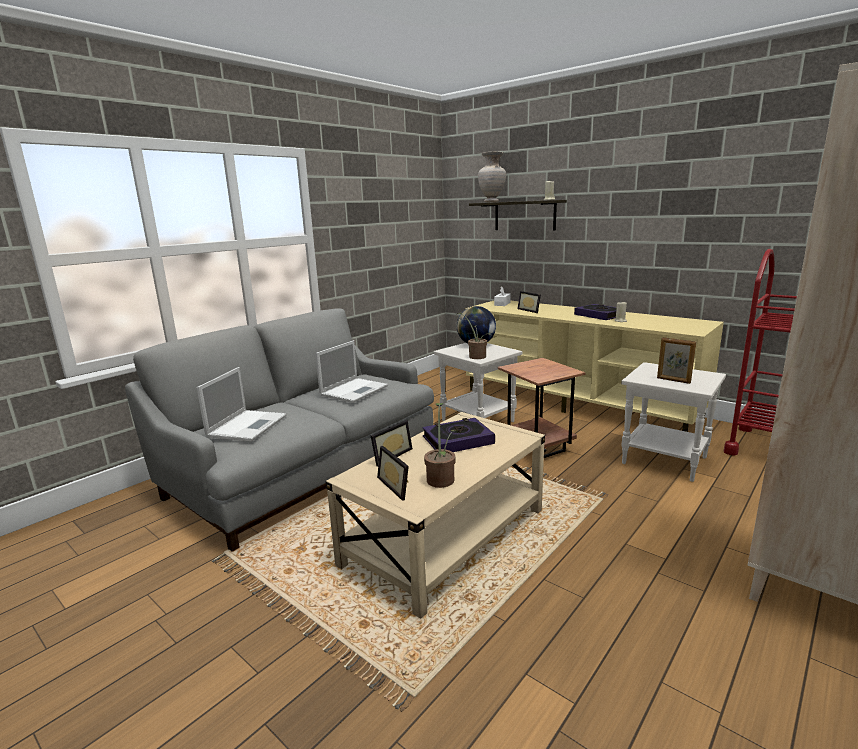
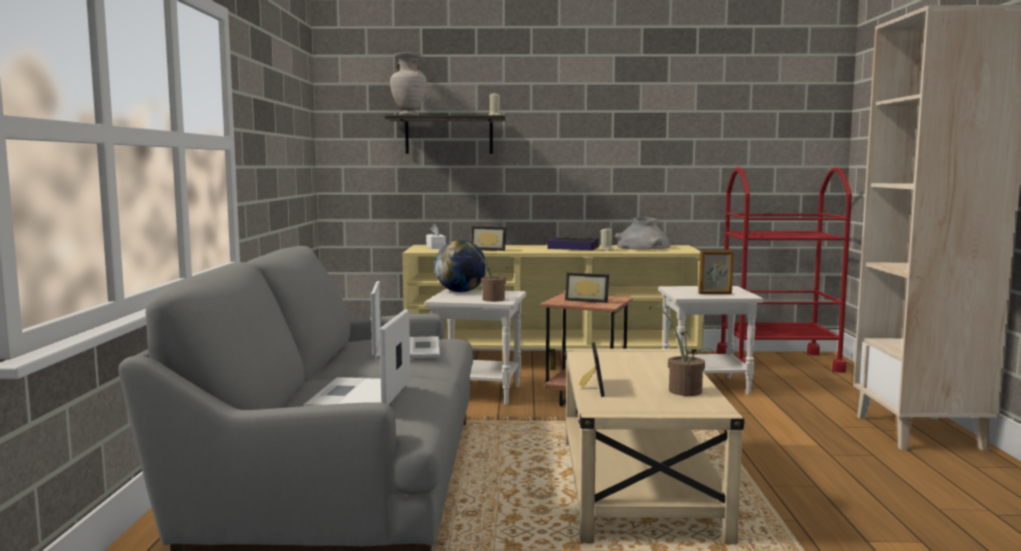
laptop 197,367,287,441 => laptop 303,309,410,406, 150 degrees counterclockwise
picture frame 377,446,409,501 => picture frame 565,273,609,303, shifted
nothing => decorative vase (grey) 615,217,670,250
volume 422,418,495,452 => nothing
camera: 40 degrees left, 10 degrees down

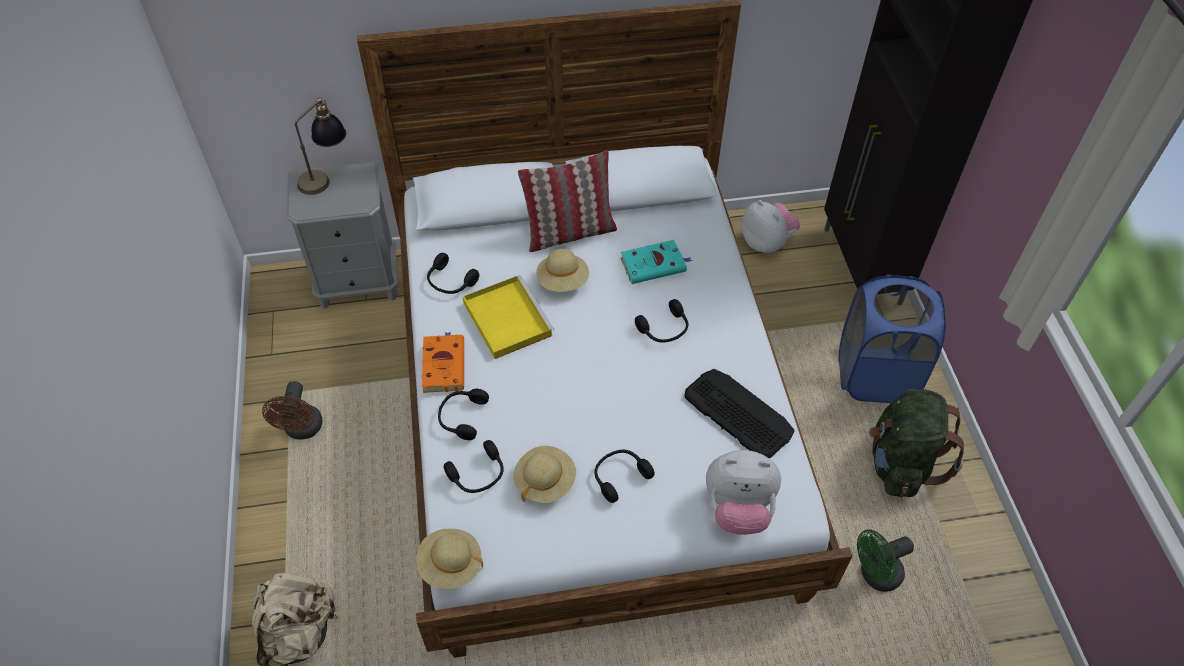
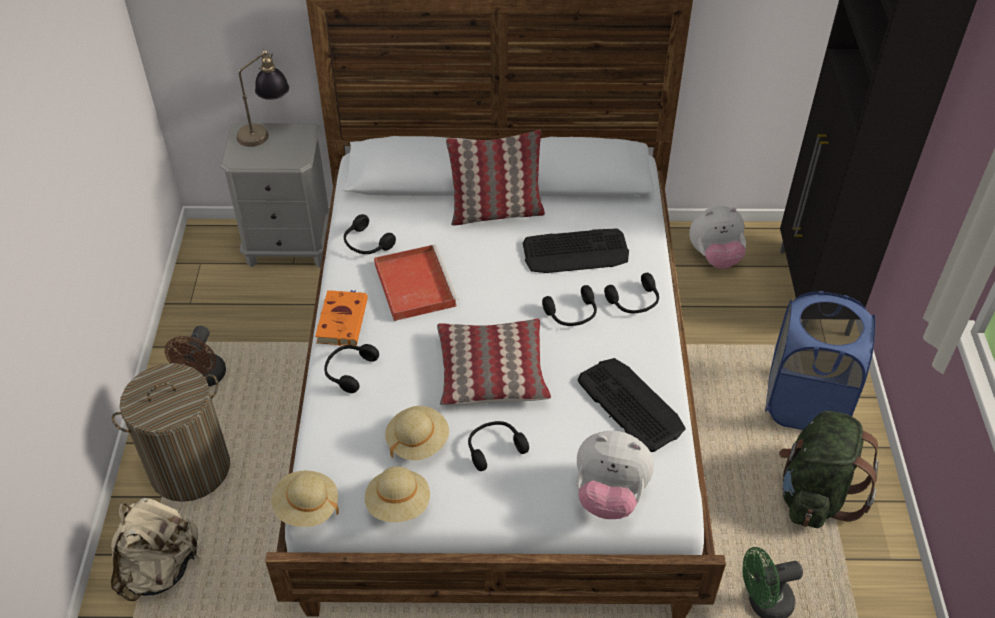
nothing => washing basket 112,363,230,502
clothing hat (sand-coloured) 536,249,589,292 => clothing hat (sand-coloured) 365,466,430,522, shifted
serving tray (yellow) 463,275,554,359 => serving tray (red-coloured) 374,244,459,321
nothing => throw pillow 437,318,551,405
volume (turquoise-coloured) 621,240,692,284 => PC keyboard 523,228,629,273
headphones (black) 444,440,504,493 => headphones (black) 604,273,659,313, shifted
soft toy 741,200,800,253 => soft toy 689,206,746,269, 105 degrees clockwise
camera: 10 degrees right, 5 degrees down

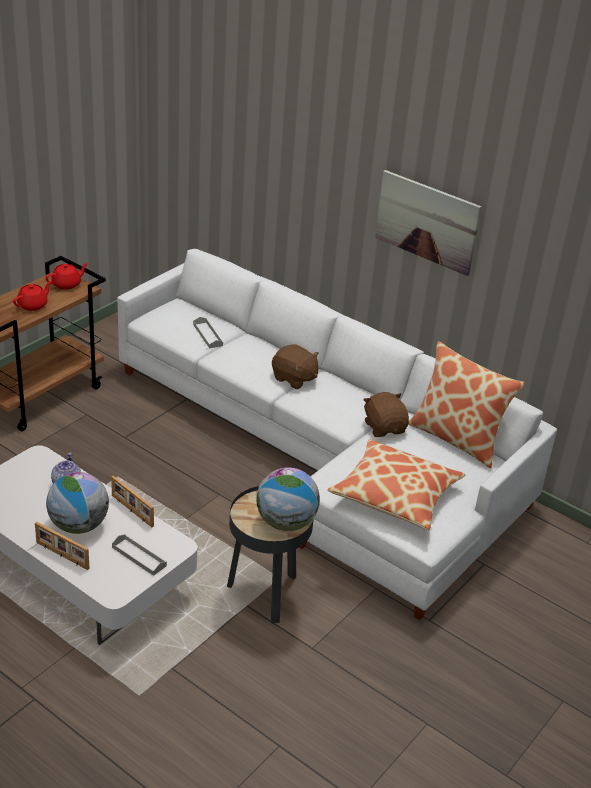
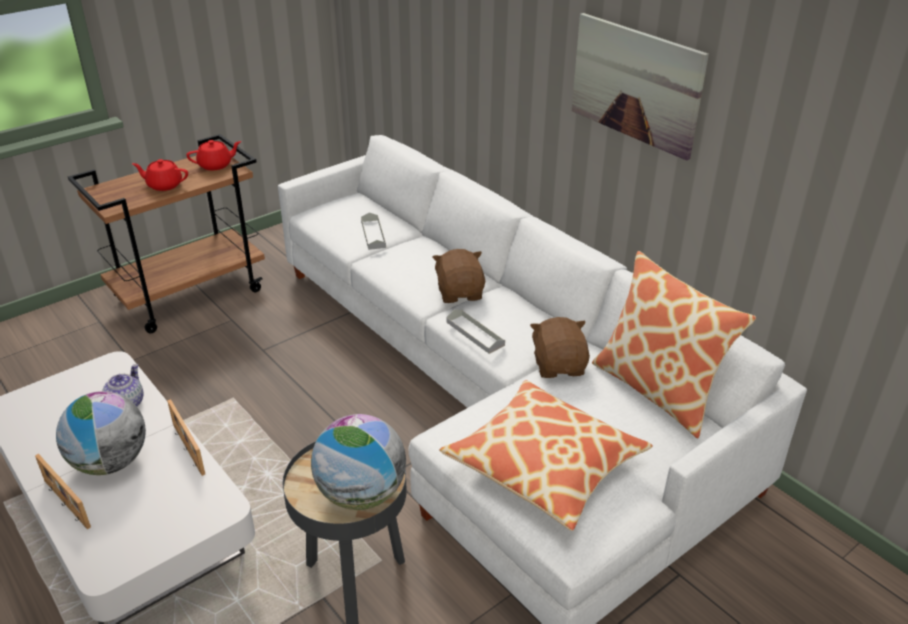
teapot (red-coloured) 13,281,52,311 => teapot (red-coloured) 132,159,188,191, 135 degrees counterclockwise
soft toy (brownish) 272,344,319,389 => soft toy (brownish) 432,249,485,303, 150 degrees counterclockwise
serving tray (grey) 112,534,167,576 => serving tray (grey) 446,309,505,354, shifted
camera: 15 degrees right, 0 degrees up

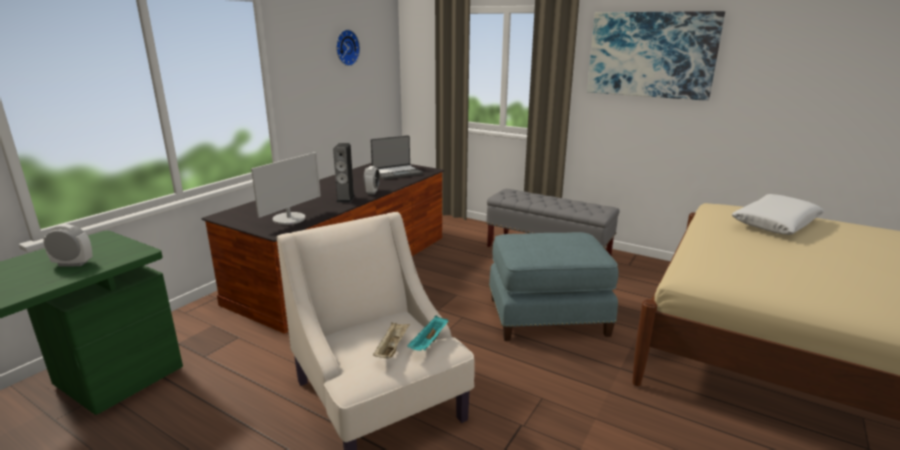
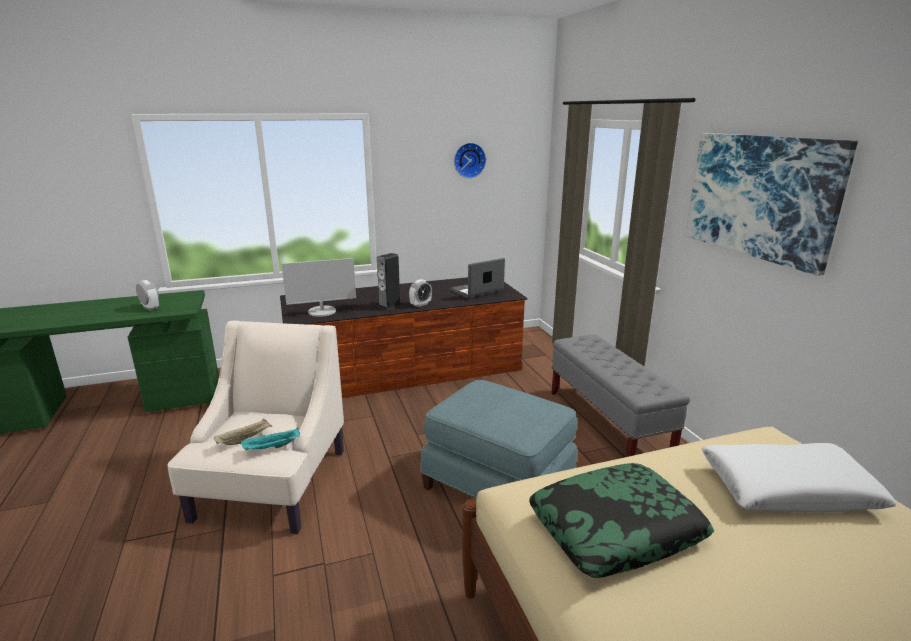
laptop 370,135,423,180 => laptop 450,258,505,299, 135 degrees clockwise
nothing => throw pillow 529,463,714,578
camera: 40 degrees right, 0 degrees up

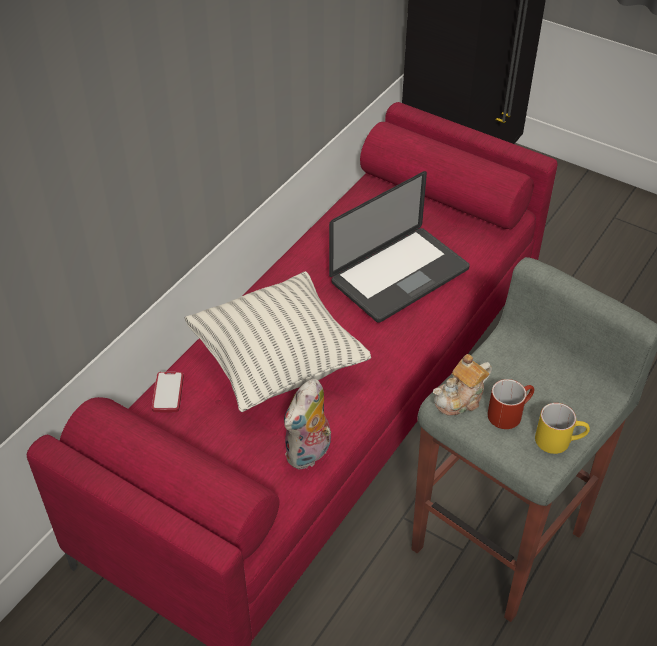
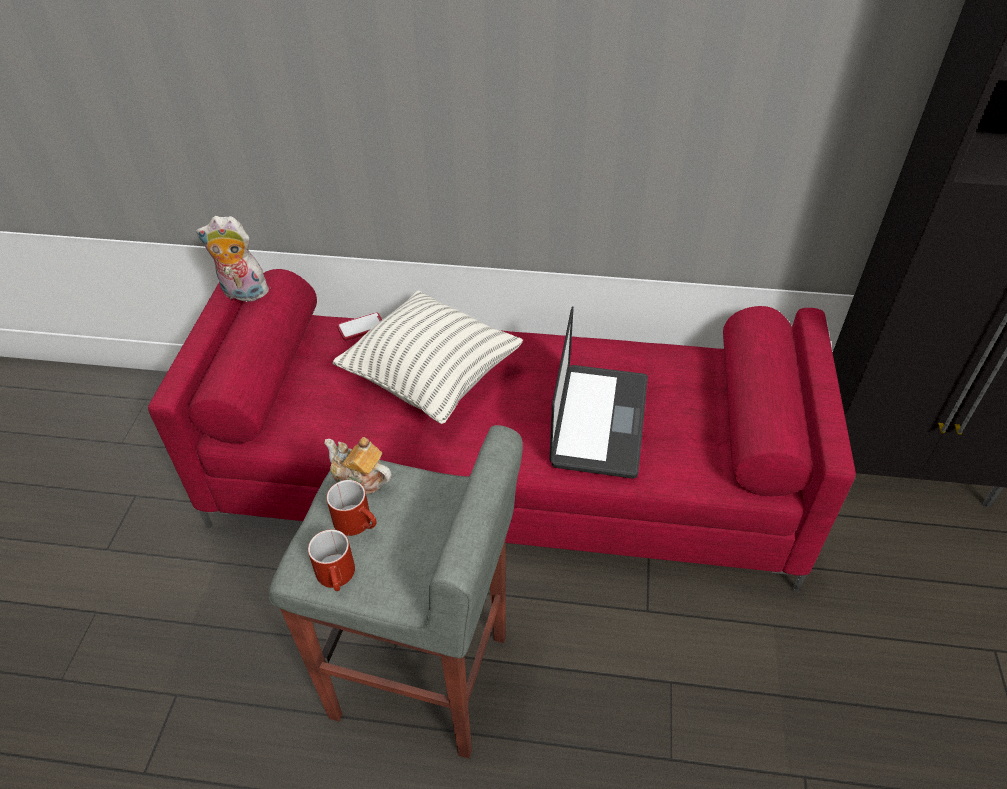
soft toy 284,379,331,470 => soft toy 196,216,269,302, shifted
coffee mug (yellow) 535,403,590,454 => coffee mug (red-coloured) 308,529,355,591
laptop 329,171,470,323 => laptop 549,306,648,479, 105 degrees counterclockwise
camera: 65 degrees right, 0 degrees up

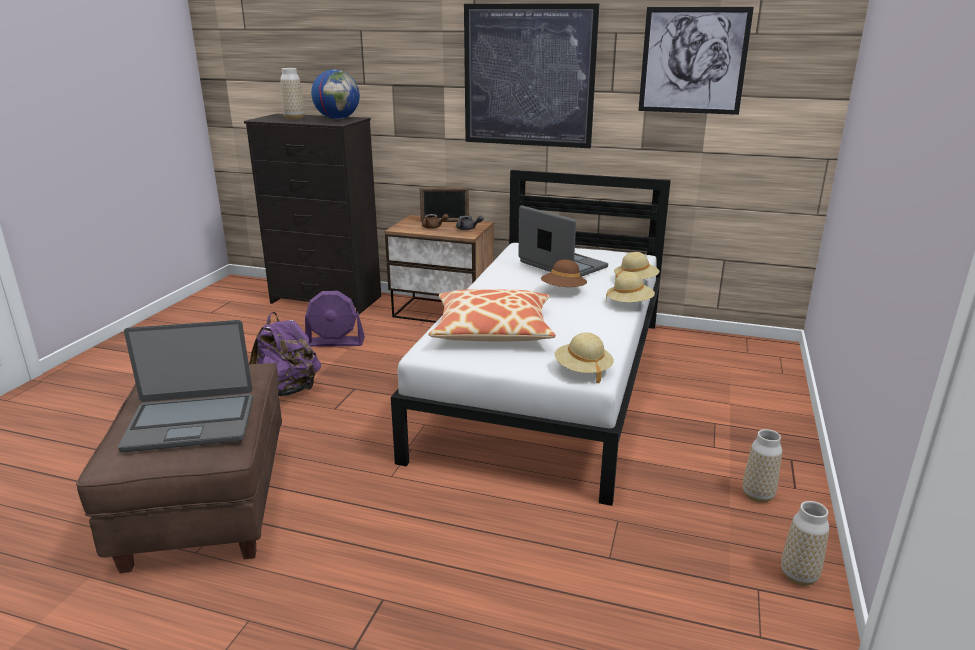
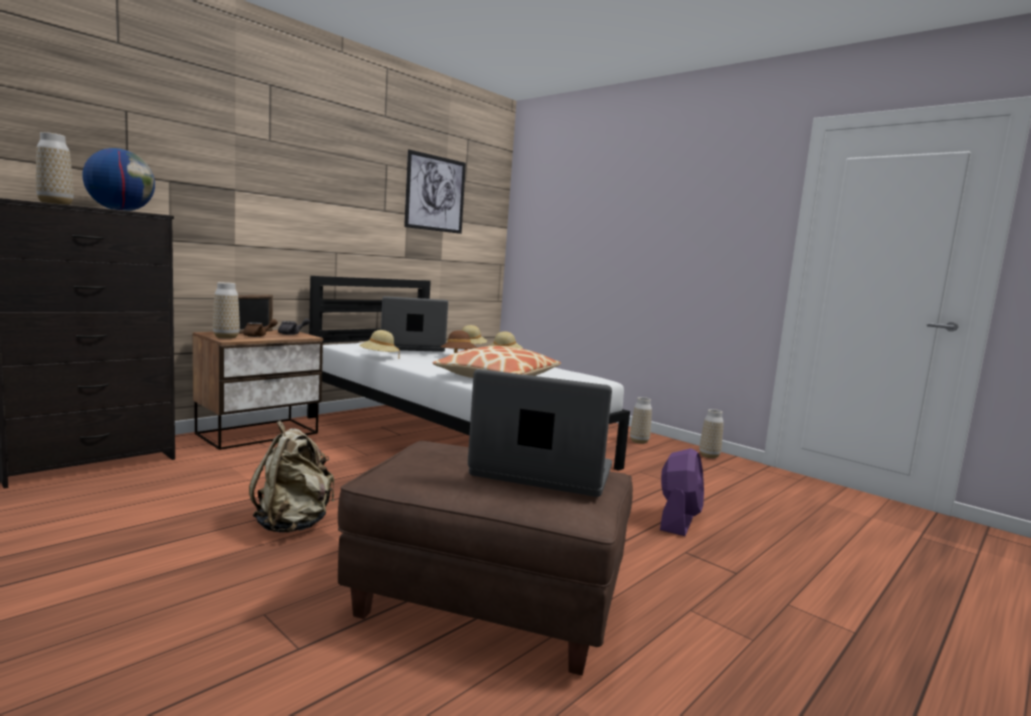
nothing => decorative vase 213,282,240,339
knapsack (purple-coloured) 249,312,321,396 => knapsack (sand-coloured) 249,421,334,533
clothing hat (sand-coloured) 555,332,614,383 => clothing hat (sand-coloured) 360,330,400,359, shifted
laptop 118,320,253,452 => laptop 468,369,612,497, 90 degrees counterclockwise
fan (purple-coloured) 305,291,365,347 => fan (purple-coloured) 660,448,704,536, shifted
picture 464,3,599,148 => nothing
camera: 65 degrees left, 15 degrees down

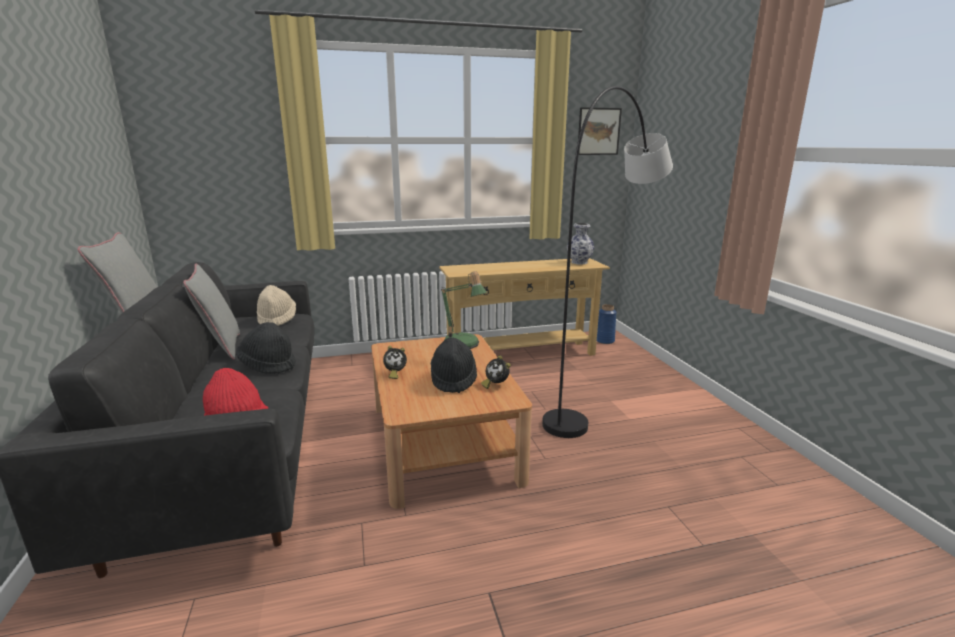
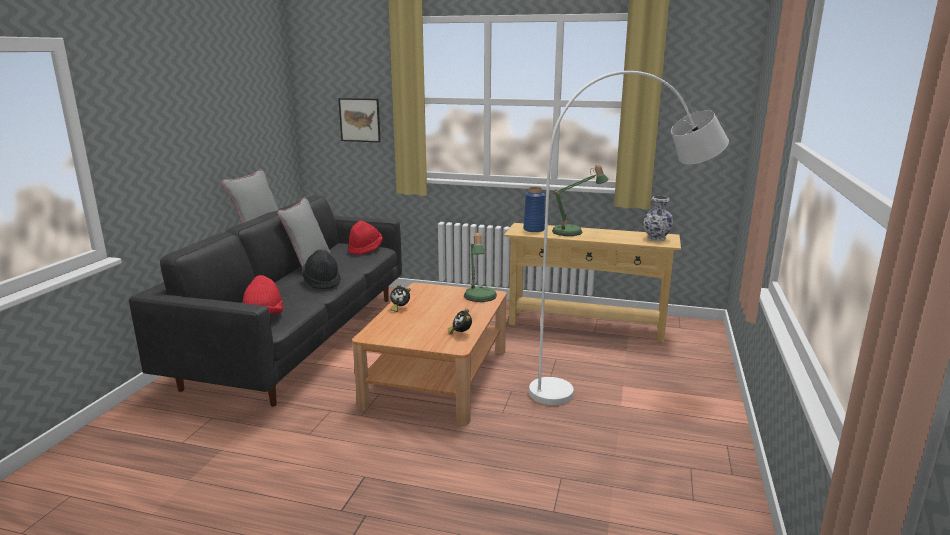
picture 578,107,622,155 => picture 338,98,381,143, shifted
clothing hat (sand-coloured) 257,285,296,326 => clothing hat (red-coloured) 348,221,383,255
decorative vase (blue) 597,304,616,344 => decorative vase (blue) 523,187,545,232, shifted
standing lamp (black) 542,86,673,438 => standing lamp (white) 529,71,729,405
nothing => lamp for a table 552,164,609,236
clothing hat (black) 431,337,477,393 => nothing
camera: 30 degrees right, 0 degrees up

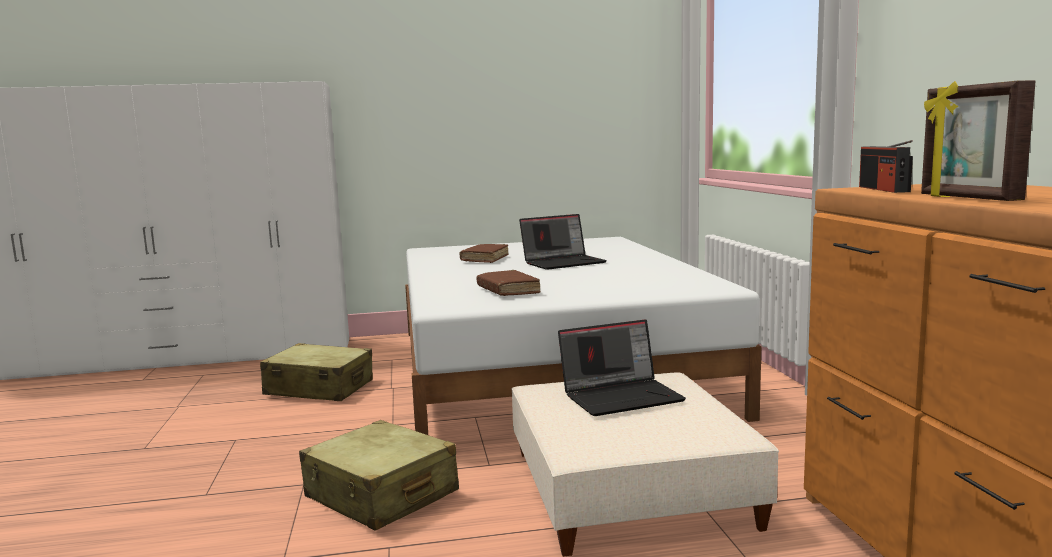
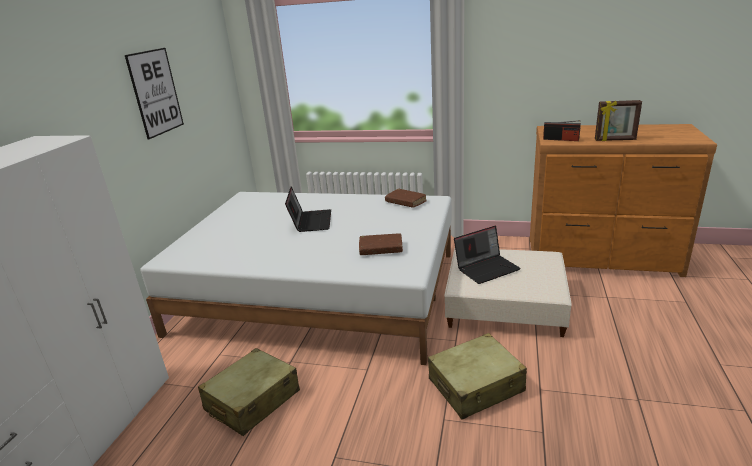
nothing => picture 125,48,184,139
volume (brownish) 459,244,508,263 => volume (brownish) 385,189,427,208, shifted
laptop 558,319,686,416 => laptop 454,226,521,284, 60 degrees clockwise
camera: 65 degrees left, 15 degrees up

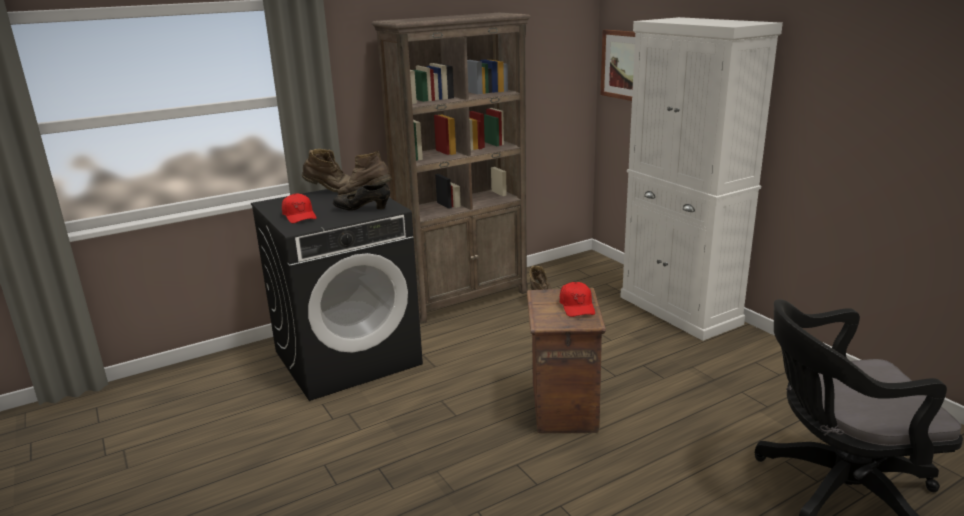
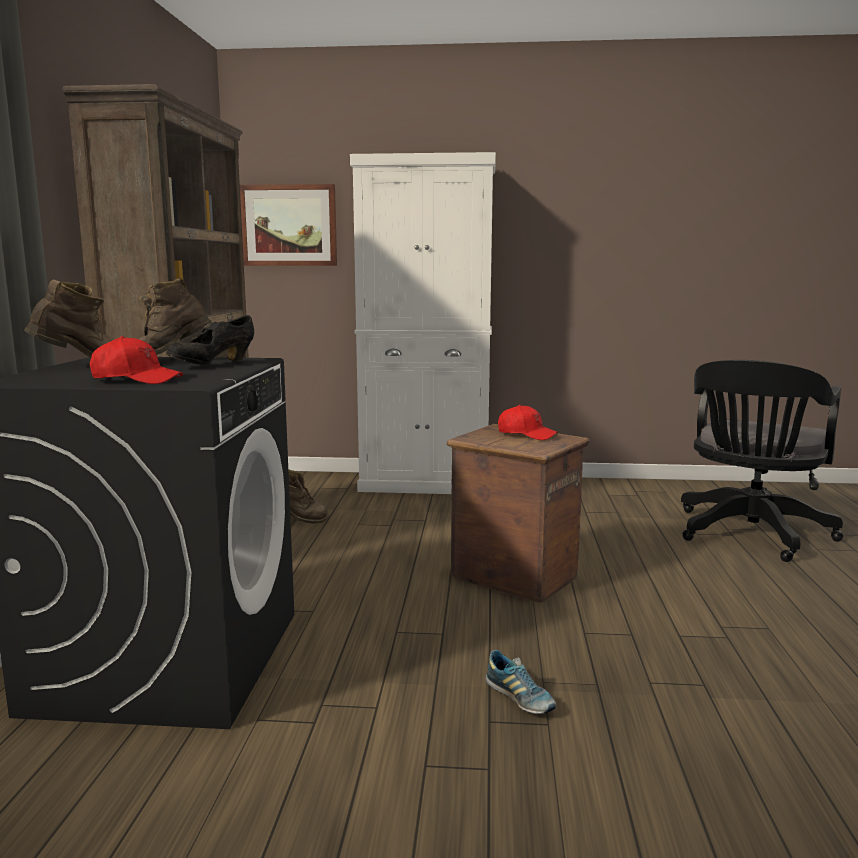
nothing => shoe 485,650,556,714
camera: 55 degrees left, 10 degrees down

